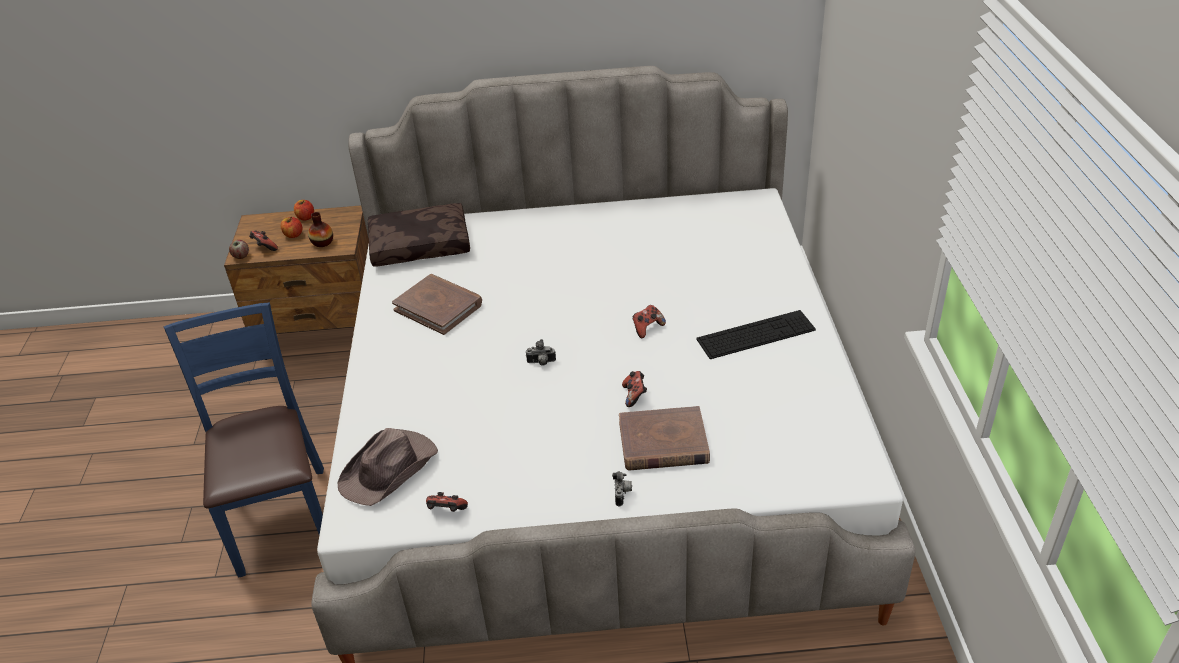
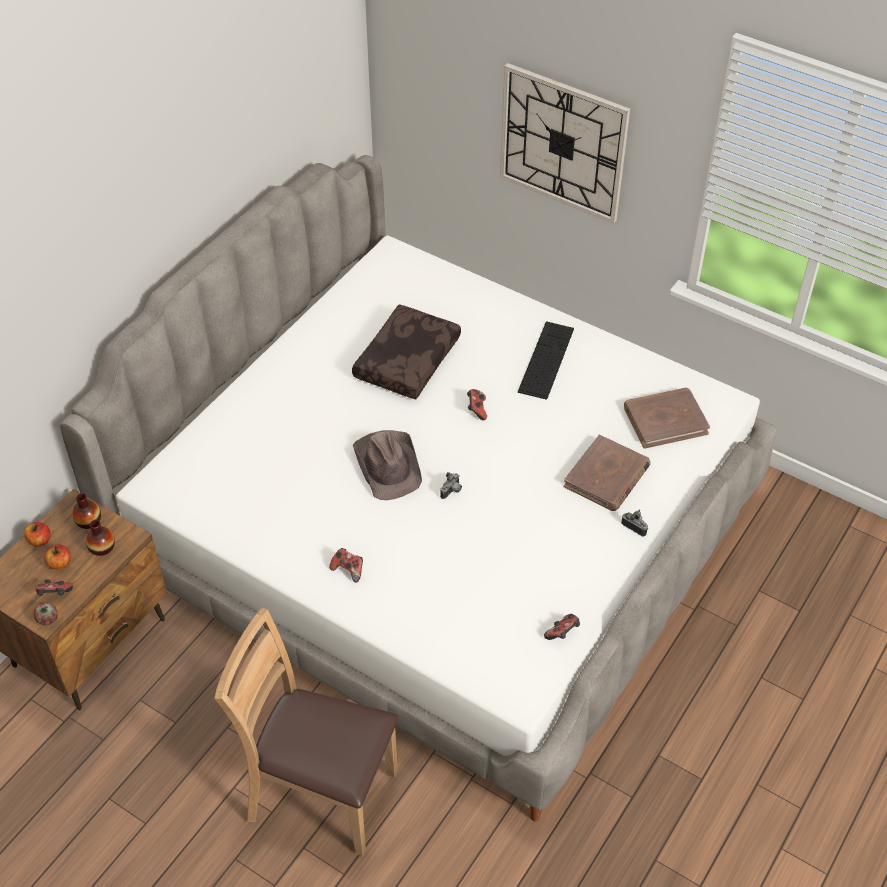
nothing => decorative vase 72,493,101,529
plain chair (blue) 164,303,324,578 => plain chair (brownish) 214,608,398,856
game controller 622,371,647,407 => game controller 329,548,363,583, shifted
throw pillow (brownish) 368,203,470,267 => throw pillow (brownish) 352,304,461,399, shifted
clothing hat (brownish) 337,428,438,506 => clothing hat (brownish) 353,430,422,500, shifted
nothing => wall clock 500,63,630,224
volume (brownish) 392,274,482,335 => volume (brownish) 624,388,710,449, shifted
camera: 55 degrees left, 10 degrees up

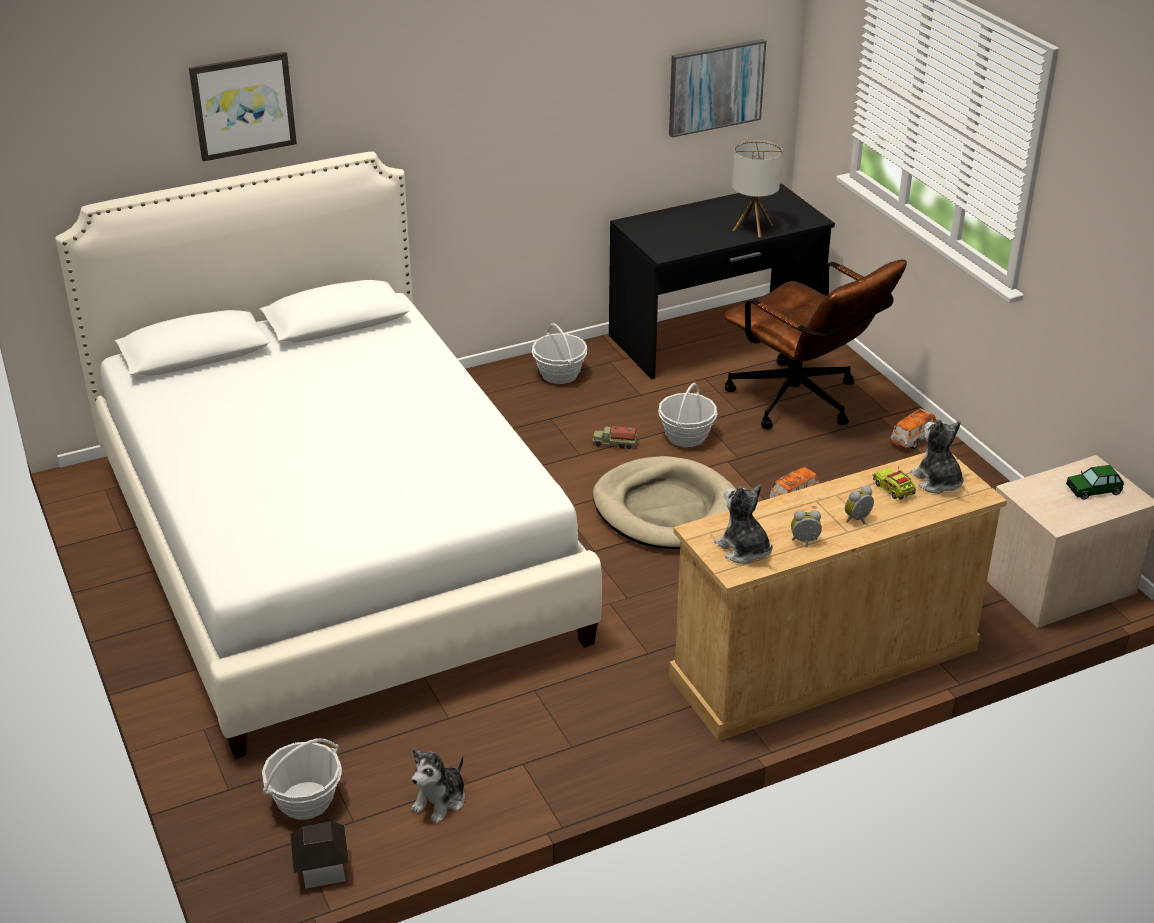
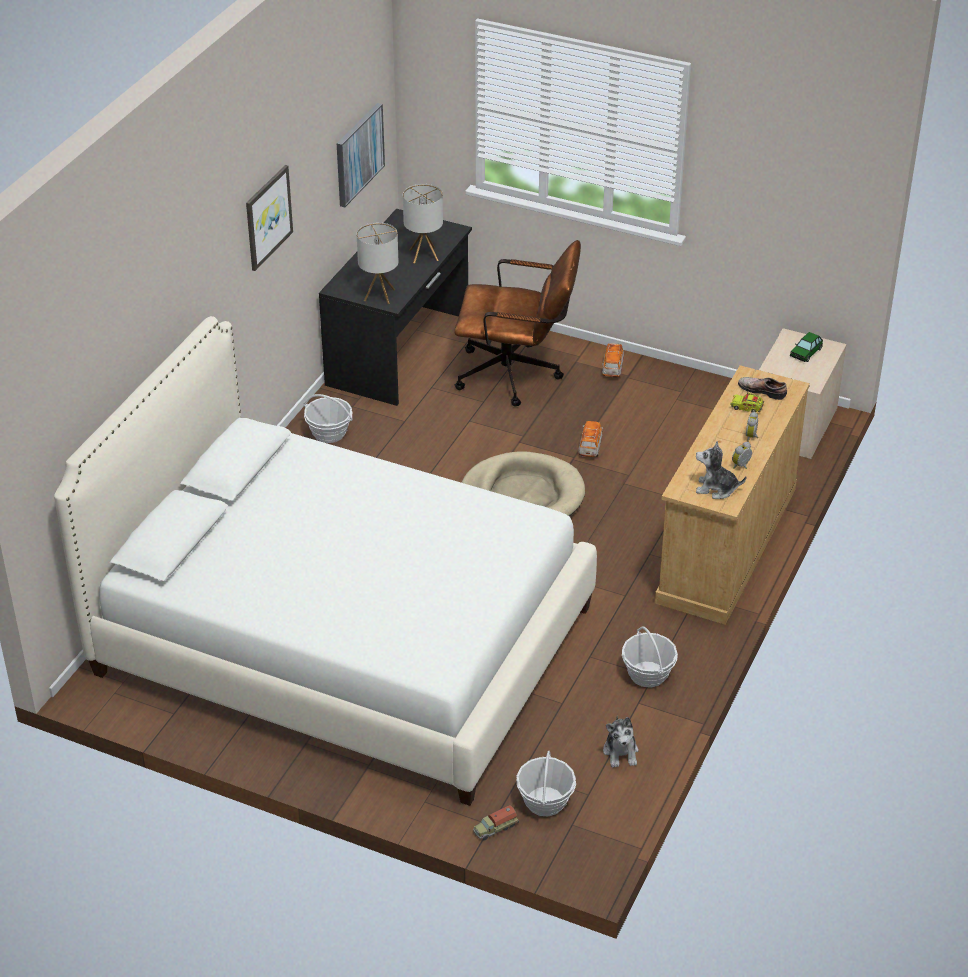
picture 189,52,297,161 => picture 246,165,293,271, shifted
nothing => lamp for a table 357,222,399,304
model truck 593,426,638,449 => model truck 473,805,519,840, shifted
household basket 658,383,718,447 => household basket 622,626,678,688, shifted
soft toy 911,419,964,494 => shoe 738,377,787,400
toy house 291,821,349,889 => nothing
camera: 40 degrees left, 5 degrees up

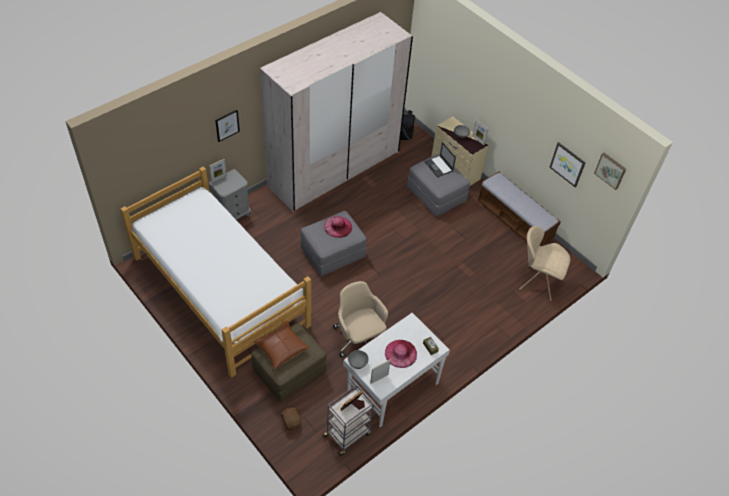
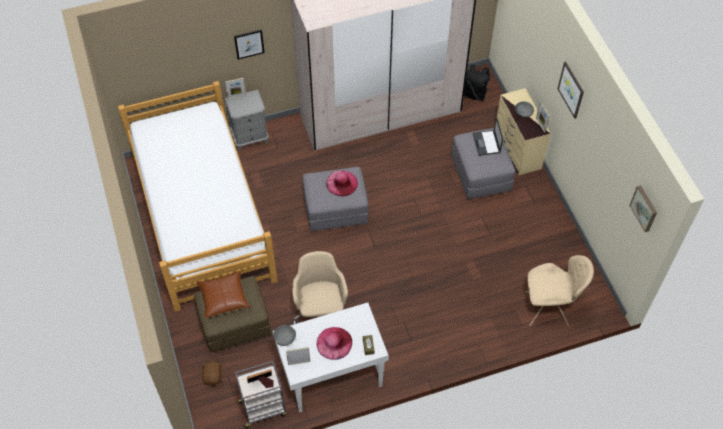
plain chair (sand-coloured) 520,226,570,301 => plain chair (sand-coloured) 526,255,594,326, 135 degrees clockwise
picture 549,142,586,188 => picture 558,61,584,119, shifted
indoor bench 478,172,561,246 => nothing
camera: 25 degrees right, 5 degrees up

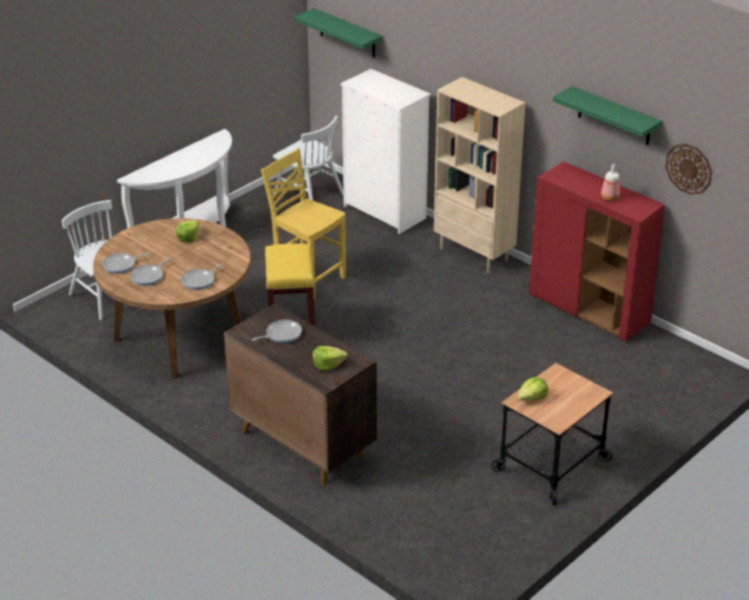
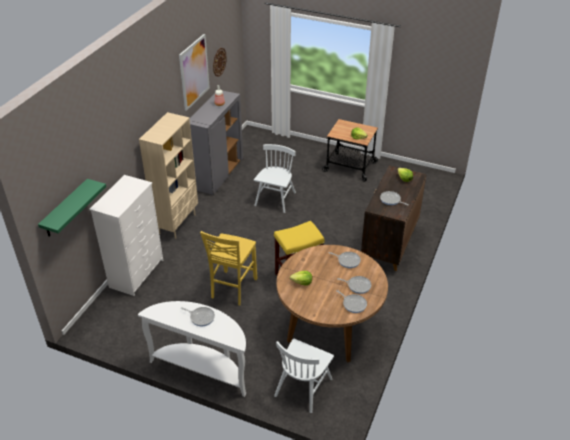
bracket shelf (green-coloured) 553,86,662,145 => picture 179,34,210,111
nothing => skillet 181,307,215,326
storage cabinet (red-coloured) 529,161,665,341 => storage cabinet (grey) 189,91,243,195
plain chair (white) 273,116,344,200 => plain chair (white) 254,144,296,213, shifted
camera: 110 degrees left, 5 degrees up

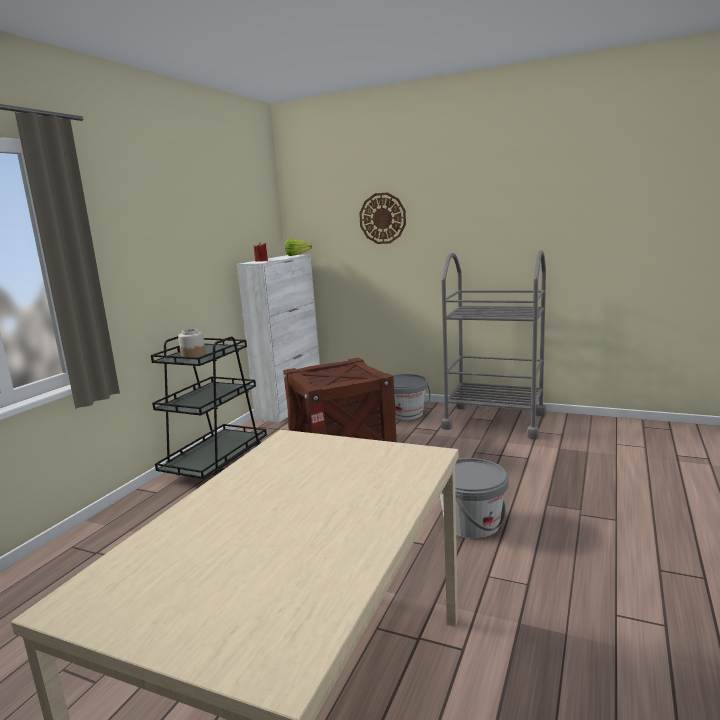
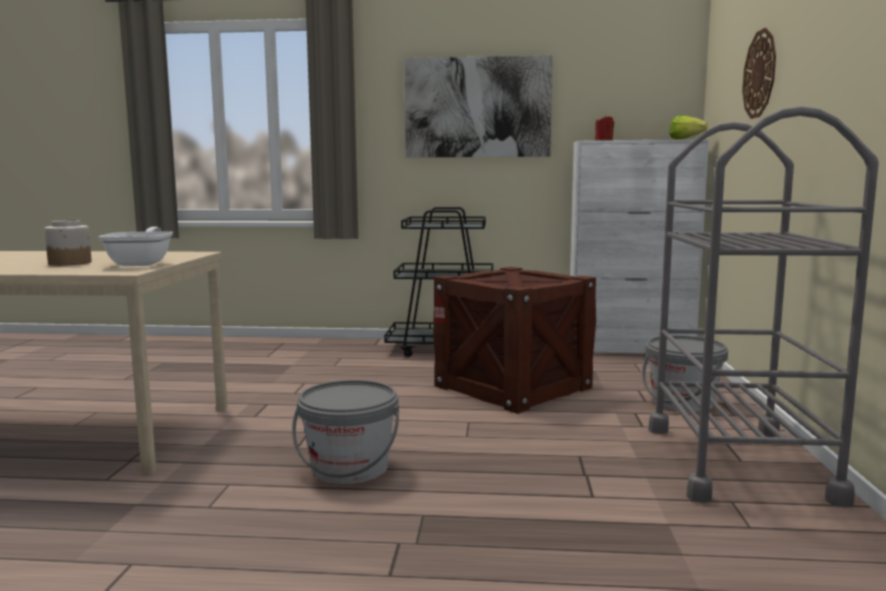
jar 178,329,206,358 => jar 45,220,92,266, shifted
nothing => skillet 99,227,173,266
nothing => picture 404,55,553,158
camera: 70 degrees right, 5 degrees down

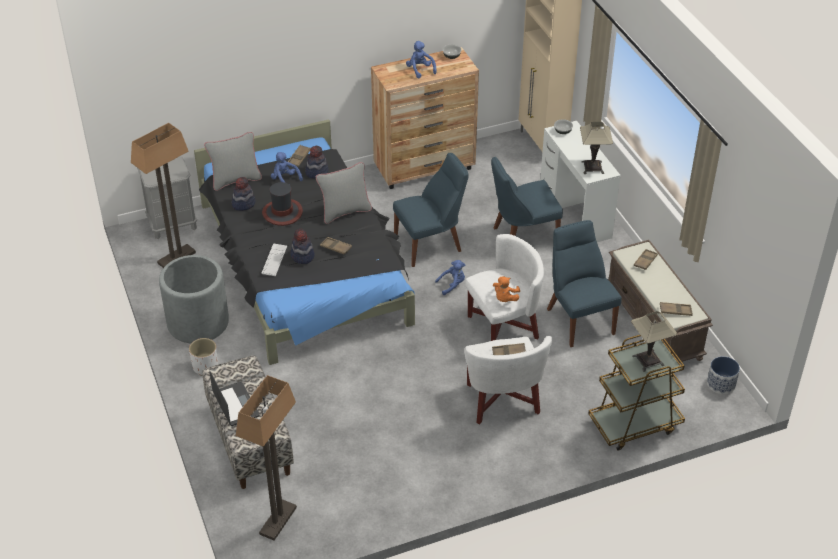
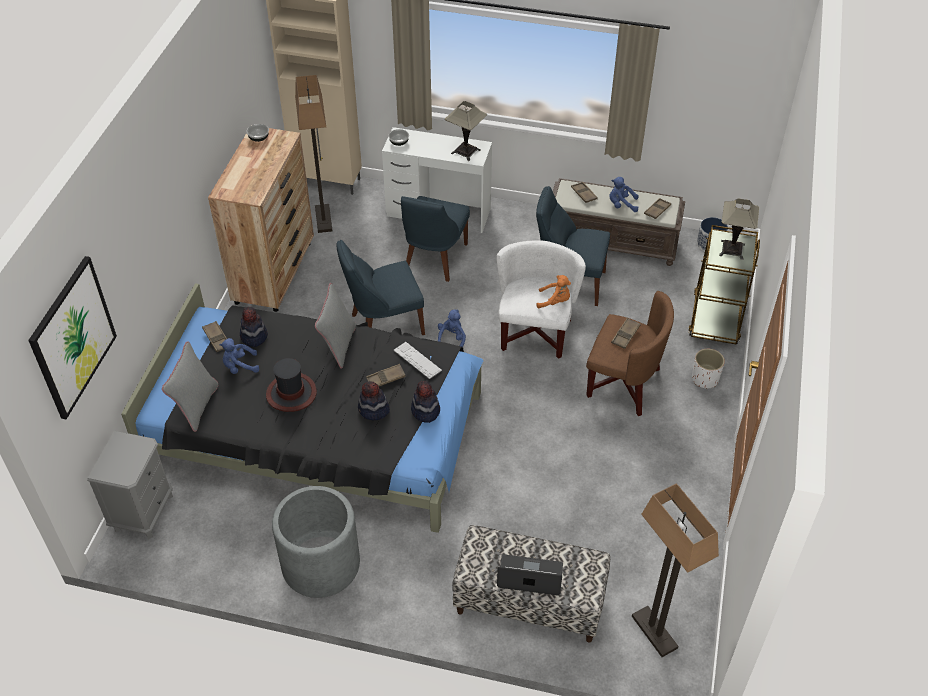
nothing => picture 28,256,117,419
standing lamp 131,123,196,268 => standing lamp 295,75,332,233, shifted
plain chair (blue) 393,153,469,267 => plain chair (blue) 336,240,425,335, 120 degrees counterclockwise
PC keyboard 261,243,287,276 => PC keyboard 393,342,442,379, shifted
clothing hat 232,177,256,211 => clothing hat 411,381,440,423, shifted
soft toy (orangey) 493,277,520,302 => soft toy (orangey) 536,275,571,308, 45 degrees counterclockwise
lounge chair (white) 465,336,552,424 => lounge chair (brownish) 586,291,674,416
soft toy (blue) 406,41,437,79 => soft toy (blue) 610,177,639,212, shifted
planter (white) 189,338,218,376 => planter (white) 692,349,725,388, shifted
camera: 55 degrees left, 5 degrees up

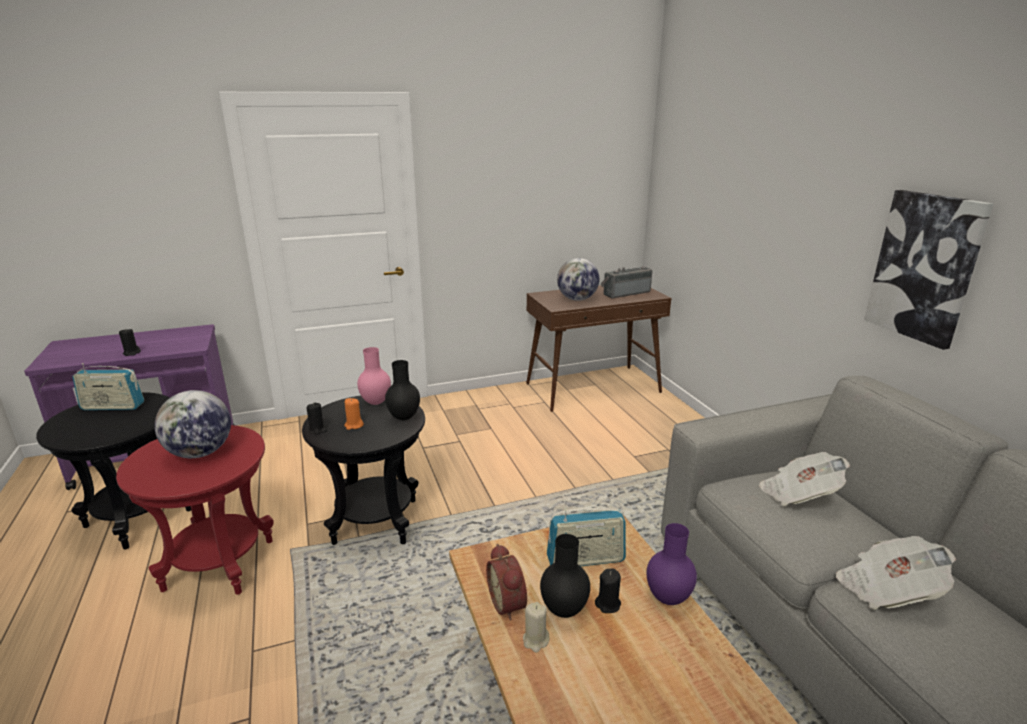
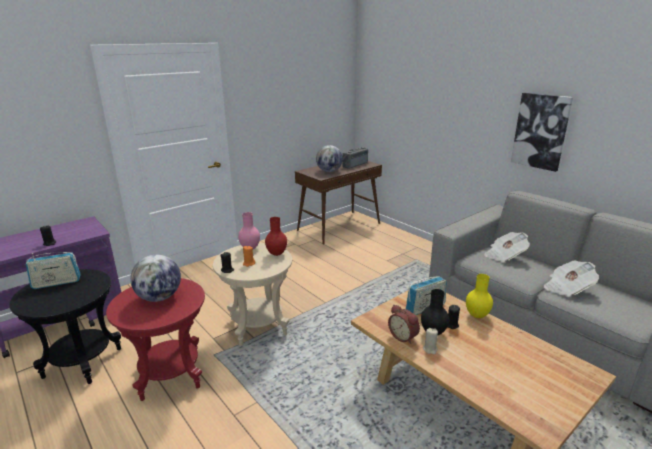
side table (black) 302,396,425,545 => side table (sand-coloured) 213,243,292,346
decorative vase (black) 385,360,420,420 => decorative vase (red-coloured) 265,217,287,256
decorative vase (purple-coloured) 647,523,697,605 => decorative vase (yellow) 466,274,493,318
camera: 20 degrees left, 0 degrees up

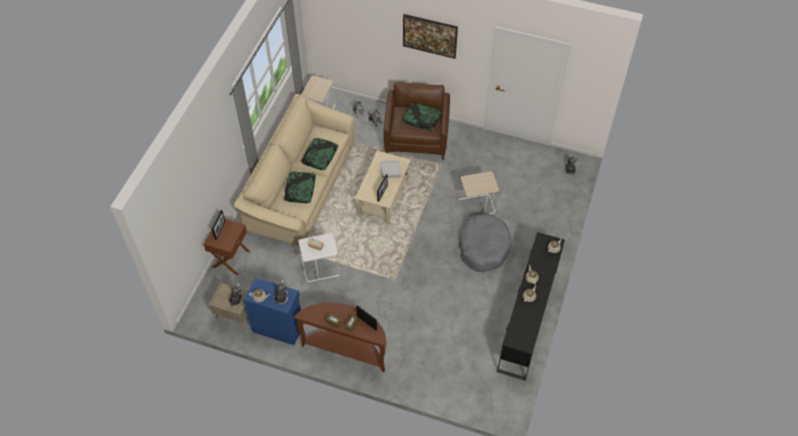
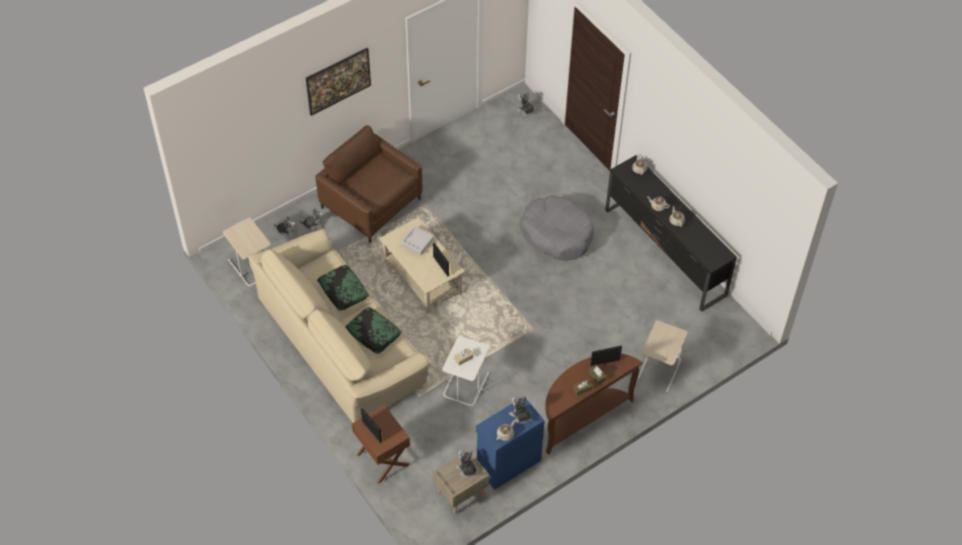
side table (sand-coloured) 458,171,499,219 => side table (sand-coloured) 637,321,687,392, shifted
throw pillow 402,103,442,130 => nothing
camera: 55 degrees left, 0 degrees up

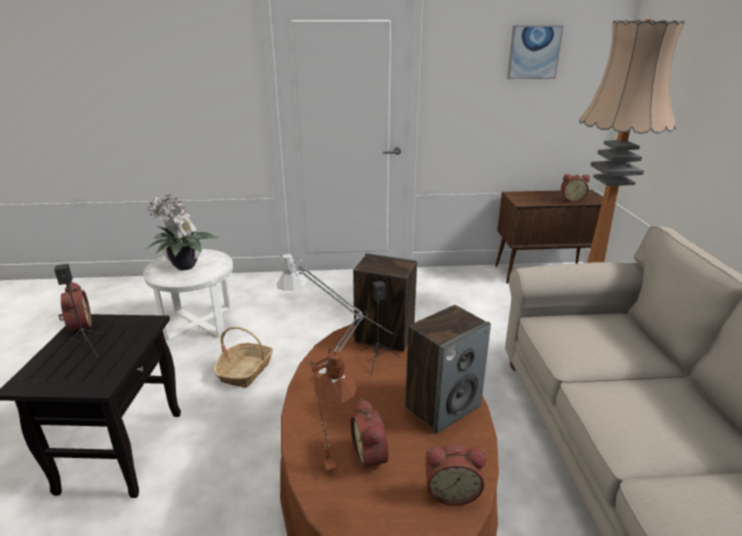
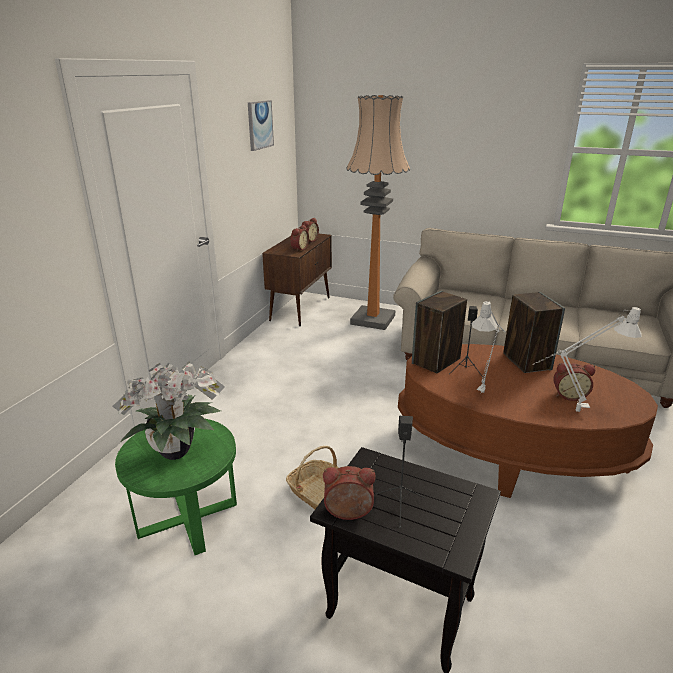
side table (white) 143,249,233,341 => side table (green-coloured) 115,418,237,555
alarm clock 426,445,486,506 => alarm clock 290,225,309,251, shifted
lamp for a table (brownish) 307,347,358,473 => lamp for a table (white) 534,306,642,412
camera: 65 degrees left, 0 degrees up

